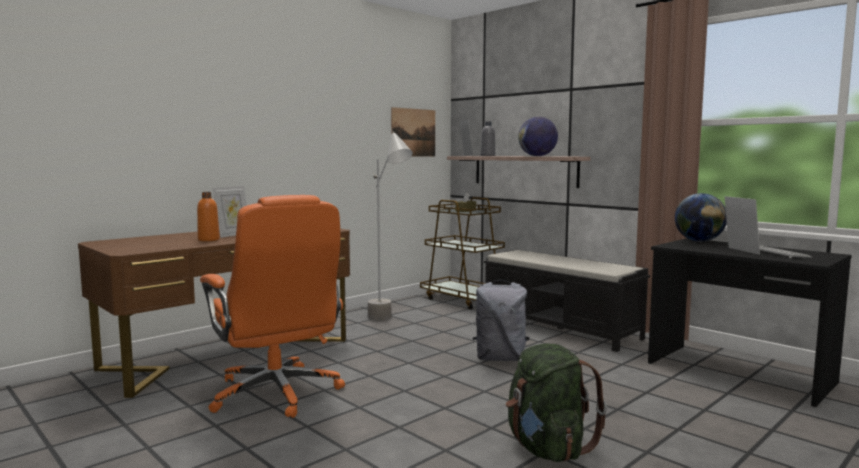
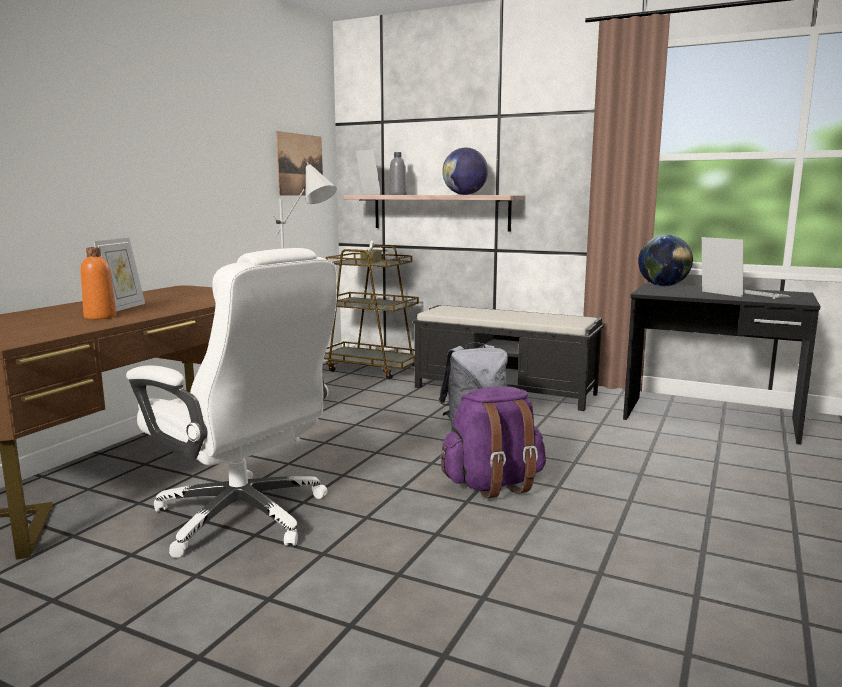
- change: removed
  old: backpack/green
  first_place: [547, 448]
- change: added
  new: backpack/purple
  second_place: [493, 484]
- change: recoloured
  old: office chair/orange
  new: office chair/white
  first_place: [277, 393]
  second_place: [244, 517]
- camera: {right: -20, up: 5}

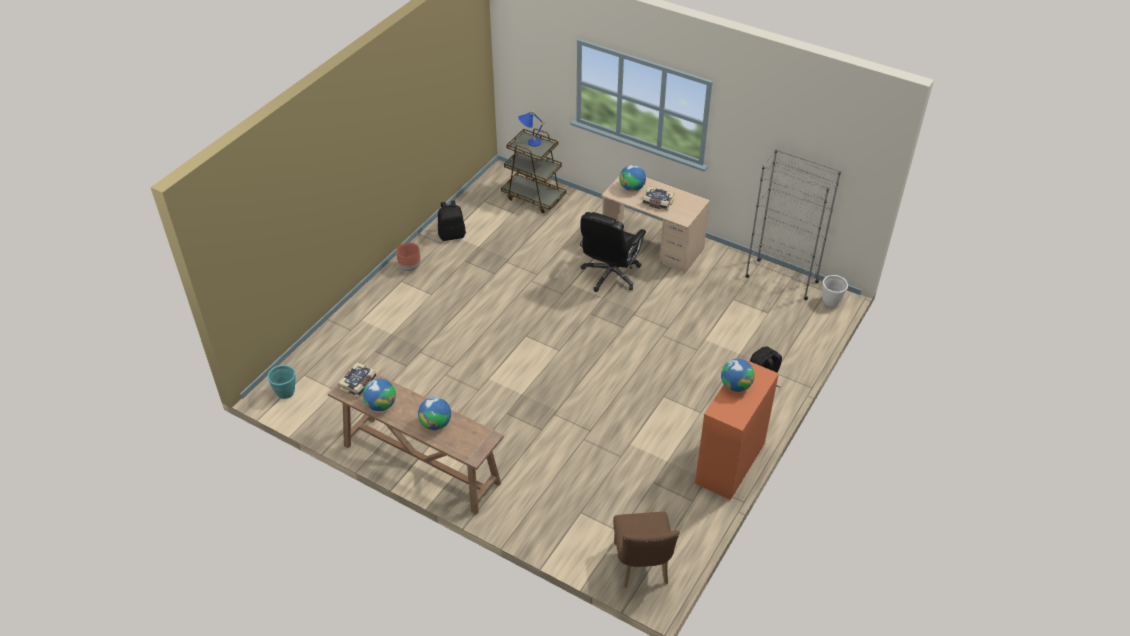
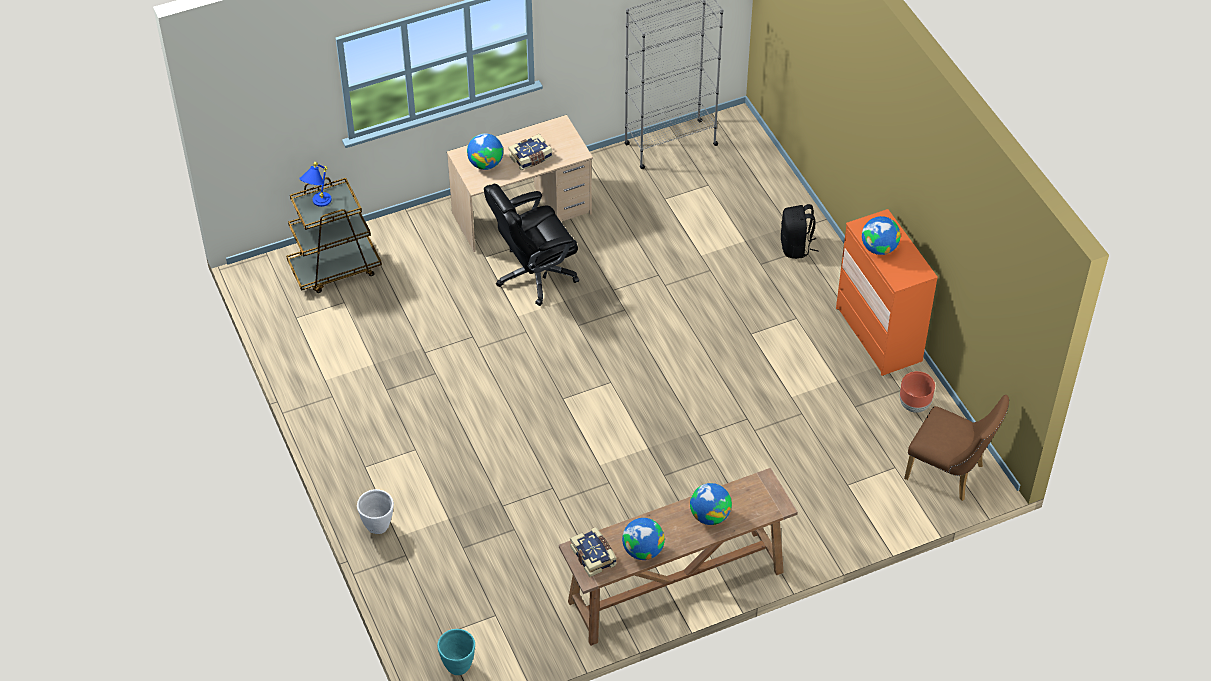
- change: removed
  old: backpack/black
  first_place: [452, 235]
- change: moved
  old: planter/brown
  first_place: [410, 267]
  second_place: [914, 405]
- change: moved
  old: planter/white
  first_place: [831, 302]
  second_place: [378, 526]
- change: turned
  old: office chair/black
  first_place: [610, 275]
  second_place: [534, 275]
  degrees: 90
- camera: {right: -55, up: 5}

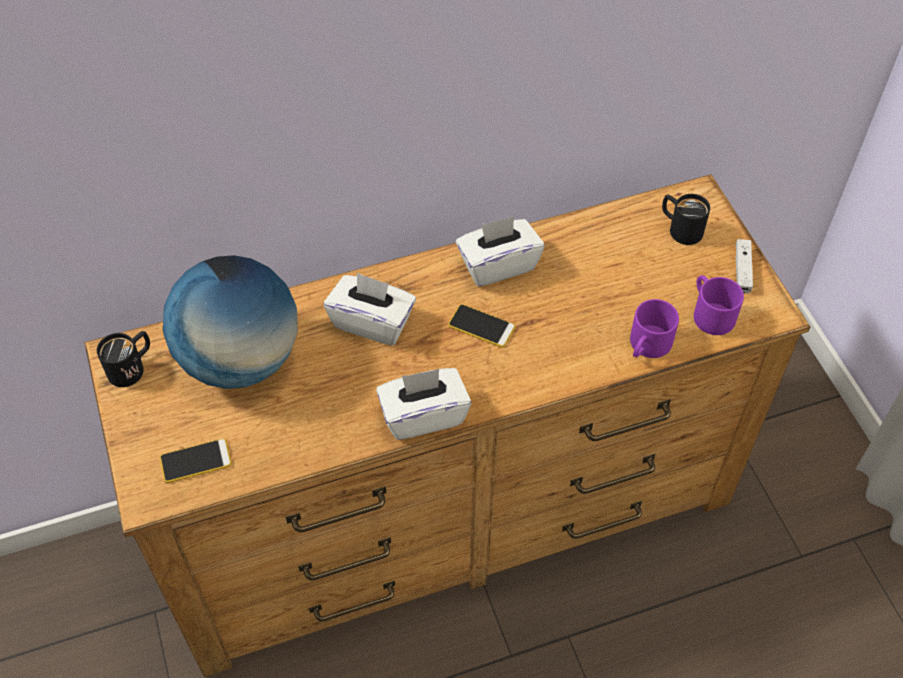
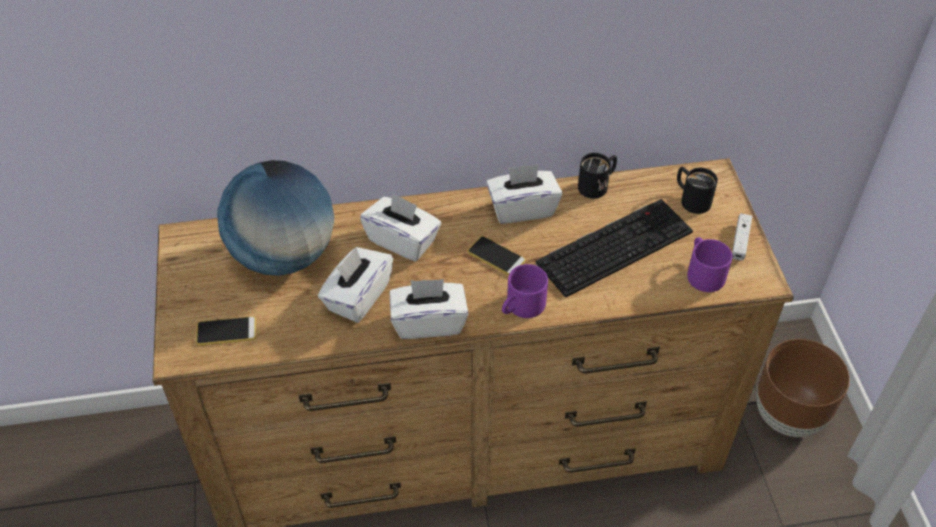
- change: added
  new: tissue box/white
  second_place: [357, 297]
- change: added
  new: keyboard
  second_place: [614, 245]
- change: added
  new: planter/brown
  second_place: [789, 416]
- change: moved
  old: mug/black
  first_place: [132, 367]
  second_place: [597, 185]
- change: moved
  old: mug/purple
  first_place: [648, 346]
  second_place: [522, 307]
- camera: {right: 10, up: -5}

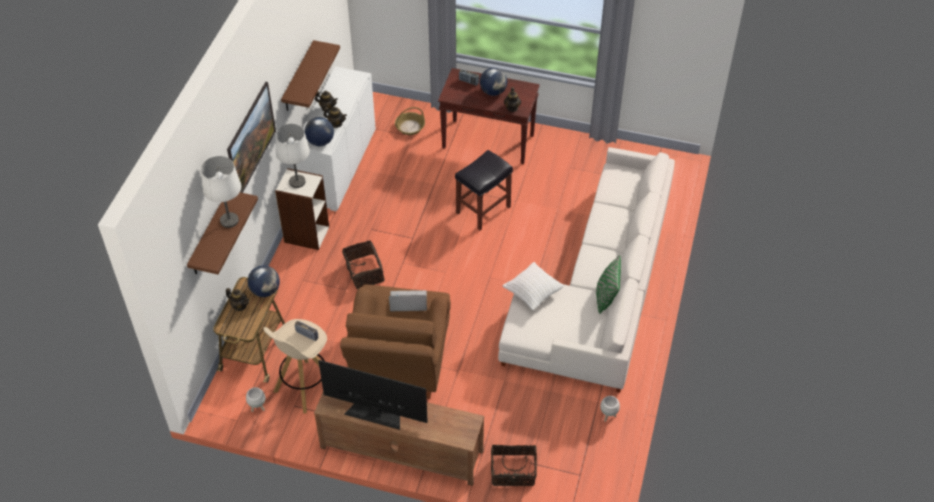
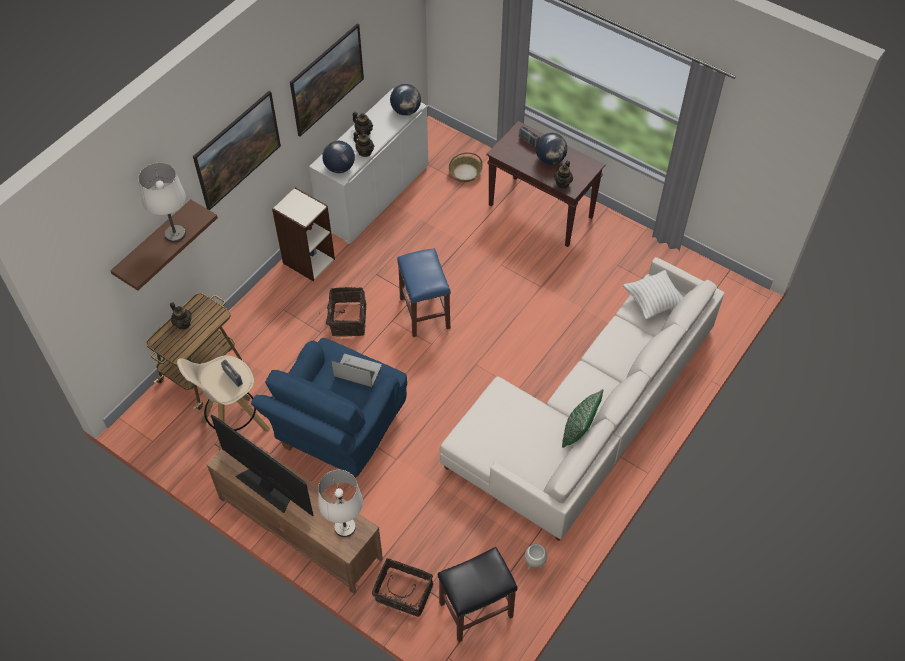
- change: removed
  old: planter/white
  first_place: [258, 408]
- change: added
  new: stool/blue
  second_place: [425, 313]
- change: moved
  old: globe
  first_place: [265, 291]
  second_place: [406, 111]
- change: moved
  old: table lamp/white
  first_place: [297, 182]
  second_place: [344, 527]
- change: moved
  old: stool/black
  first_place: [483, 210]
  second_place: [475, 610]
- change: moved
  old: pillow/white
  first_place: [532, 293]
  second_place: [653, 302]
- change: replaced
  old: shelf/brown
  new: picture
  first_place: [298, 77]
  second_place: [329, 93]
- change: recoloured
  old: armchair/brown
  new: armchair/blue
  first_place: [399, 364]
  second_place: [339, 433]
- camera: {right: 20, up: 5}

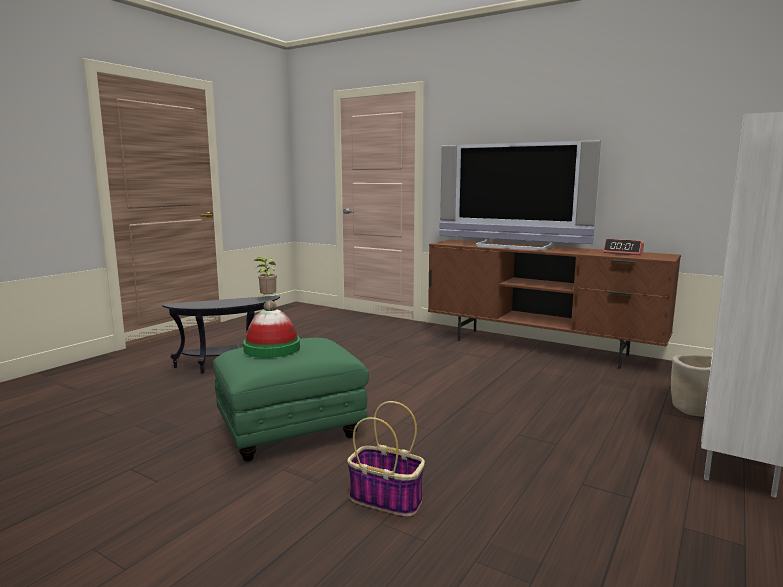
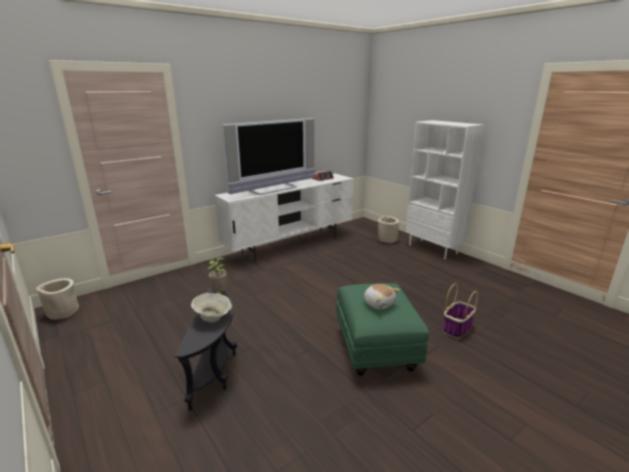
- change: added
  new: planter/beige
  second_place: [63, 313]
- change: added
  new: bowl/beige
  second_place: [213, 318]
- change: replaced
  old: hat
  new: plush toy
  first_place: [272, 348]
  second_place: [379, 303]
- change: recoloured
  old: tv stand/brown
  new: tv stand/white
  first_place: [540, 348]
  second_place: [291, 244]
- camera: {right: -70, up: 10}

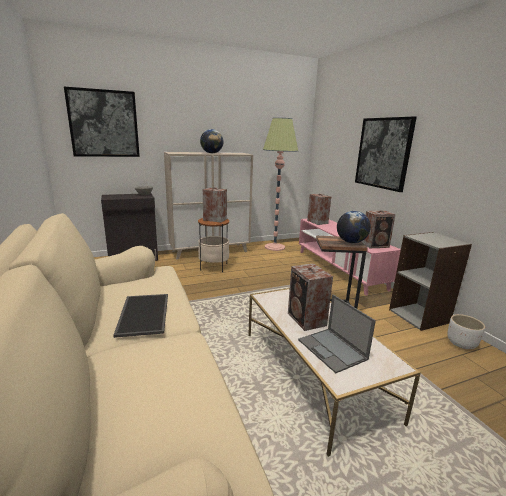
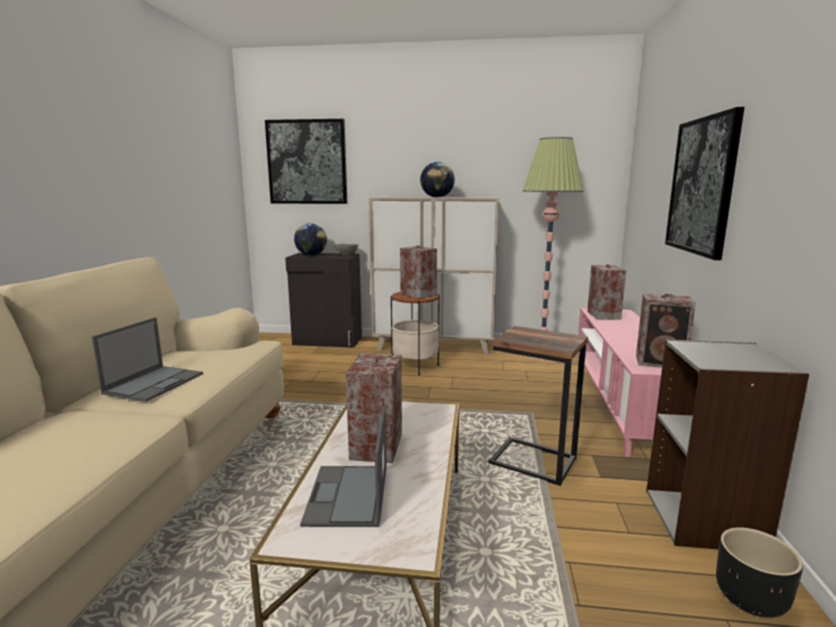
- change: moved
  old: globe
  first_place: [351, 242]
  second_place: [311, 255]
- change: replaced
  old: tray
  new: laptop
  first_place: [142, 314]
  second_place: [155, 383]
- change: recoloured
  old: planter/white
  new: planter/black
  first_place: [461, 344]
  second_place: [750, 600]
- camera: {right: 30, up: -5}

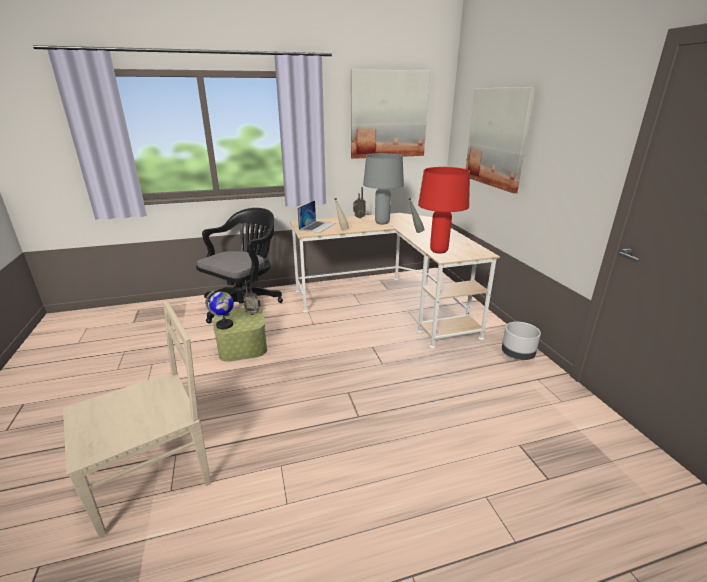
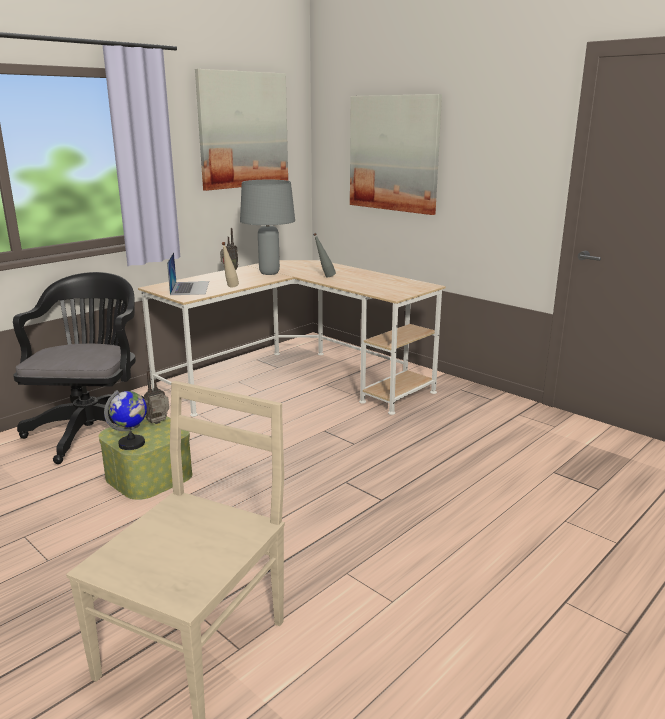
- change: removed
  old: table lamp/red
  first_place: [438, 251]
- change: removed
  old: planter/grey
  first_place: [517, 354]
- camera: {right: -30, up: -5}

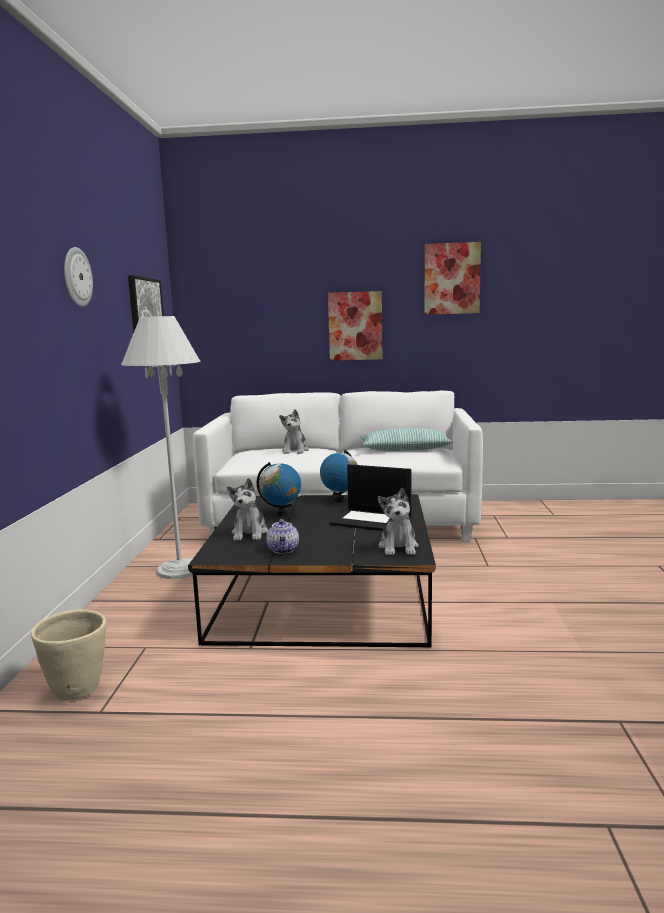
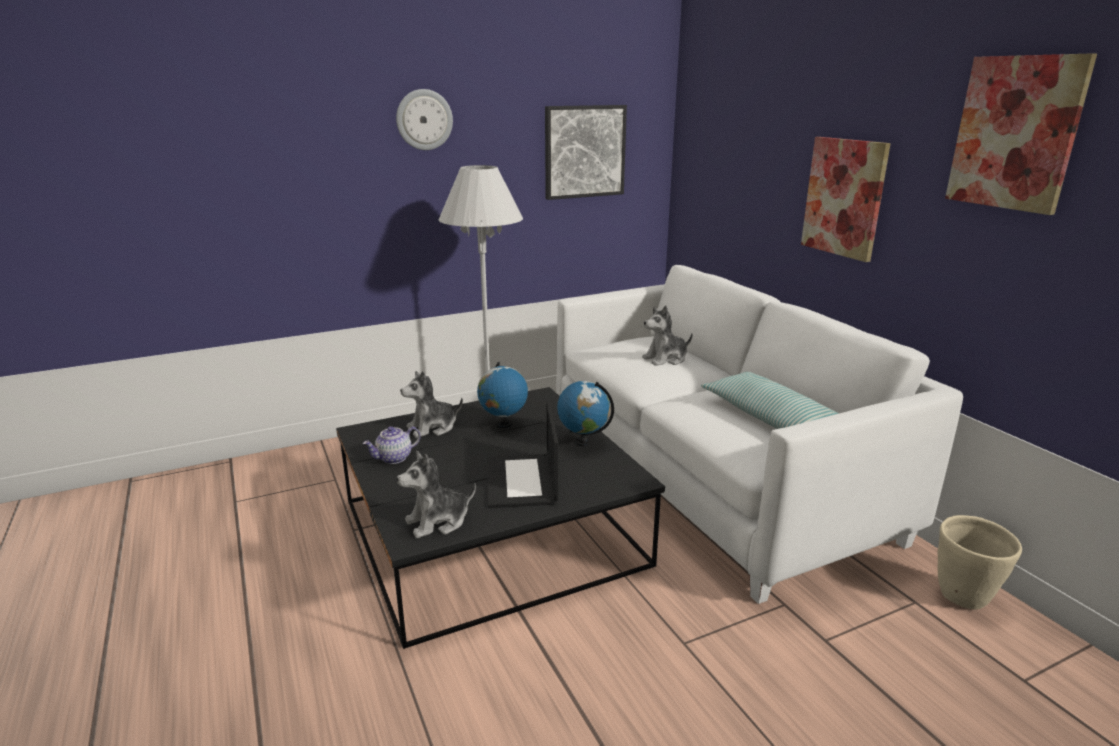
- change: moved
  old: planter/beige
  first_place: [78, 690]
  second_place: [964, 597]
- camera: {right: 60, up: 10}

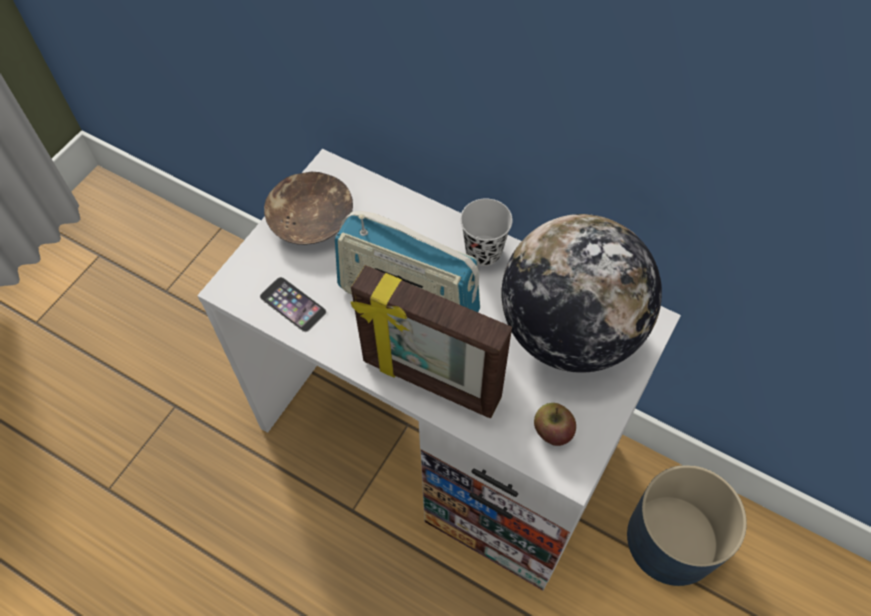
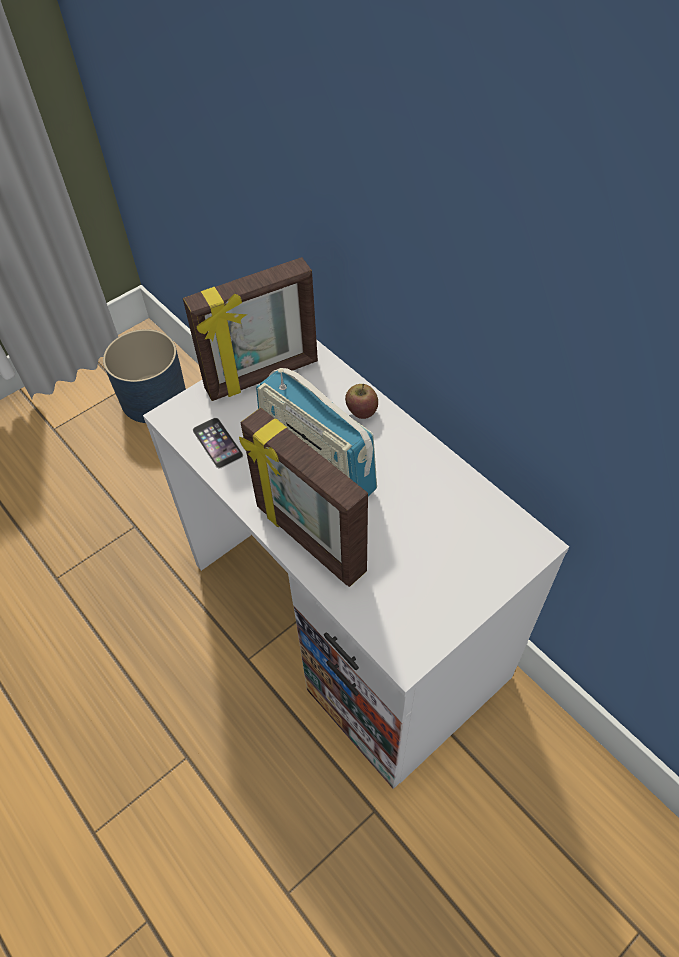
- change: removed
  old: cup/black
  first_place: [483, 252]
- change: removed
  old: globe
  first_place: [569, 331]
- change: moved
  old: apple
  first_place: [552, 431]
  second_place: [361, 411]
- change: moved
  old: planter/blue
  first_place: [672, 540]
  second_place: [154, 399]
- change: replaced
  old: bowl/brown
  new: picture frame
  first_place: [311, 218]
  second_place: [262, 377]
- camera: {right: 20, up: -5}

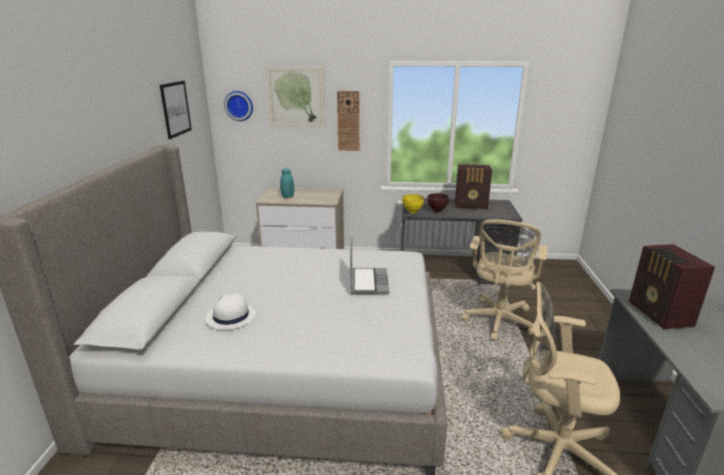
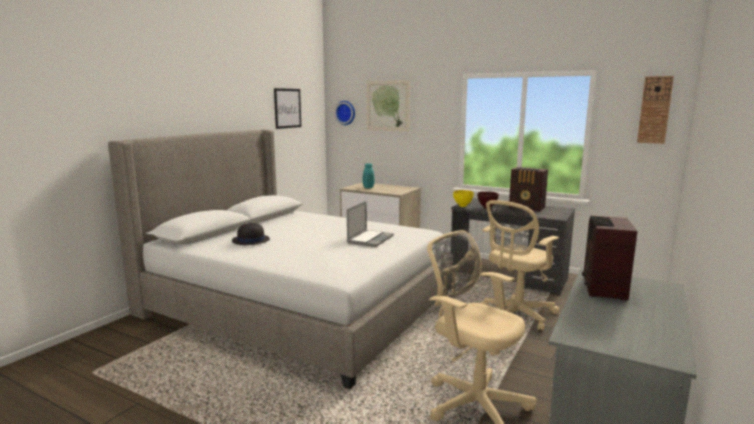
- change: moved
  old: wall clock
  first_place: [348, 121]
  second_place: [654, 110]
- change: recoloured
  old: hat/white
  new: hat/black
  first_place: [230, 317]
  second_place: [250, 240]
- camera: {right: 25, up: -10}

